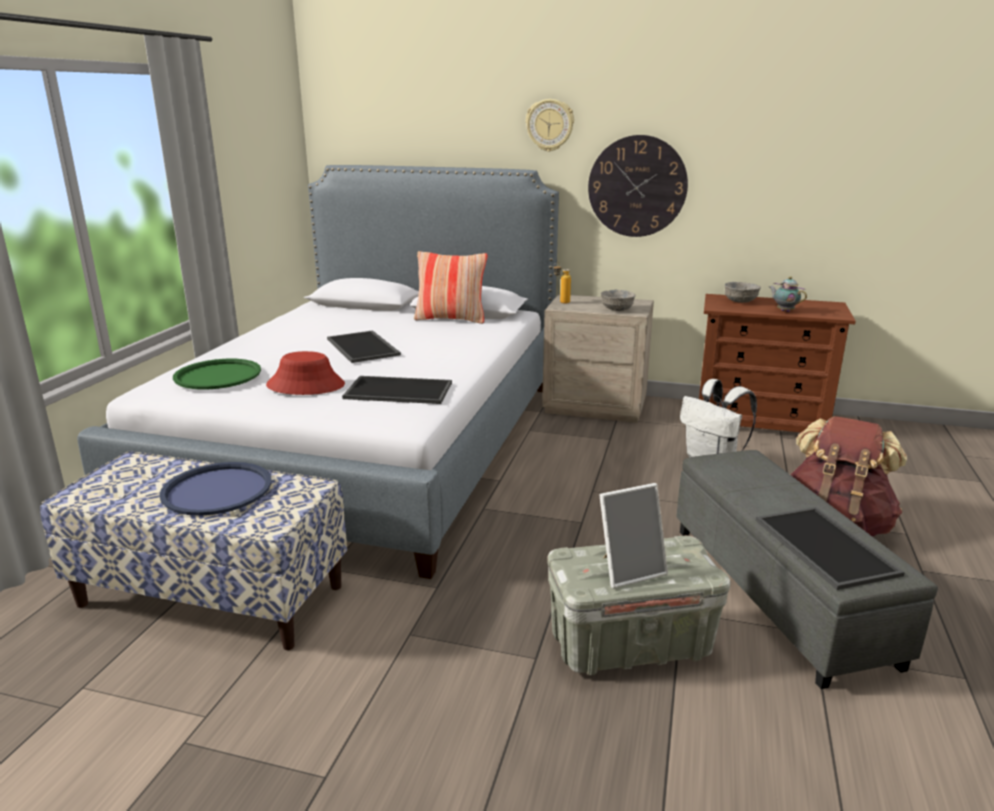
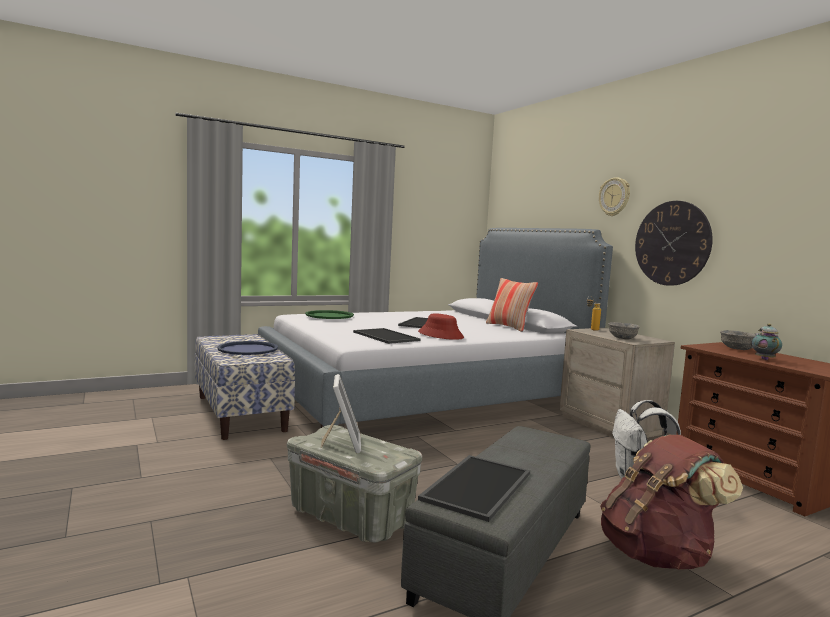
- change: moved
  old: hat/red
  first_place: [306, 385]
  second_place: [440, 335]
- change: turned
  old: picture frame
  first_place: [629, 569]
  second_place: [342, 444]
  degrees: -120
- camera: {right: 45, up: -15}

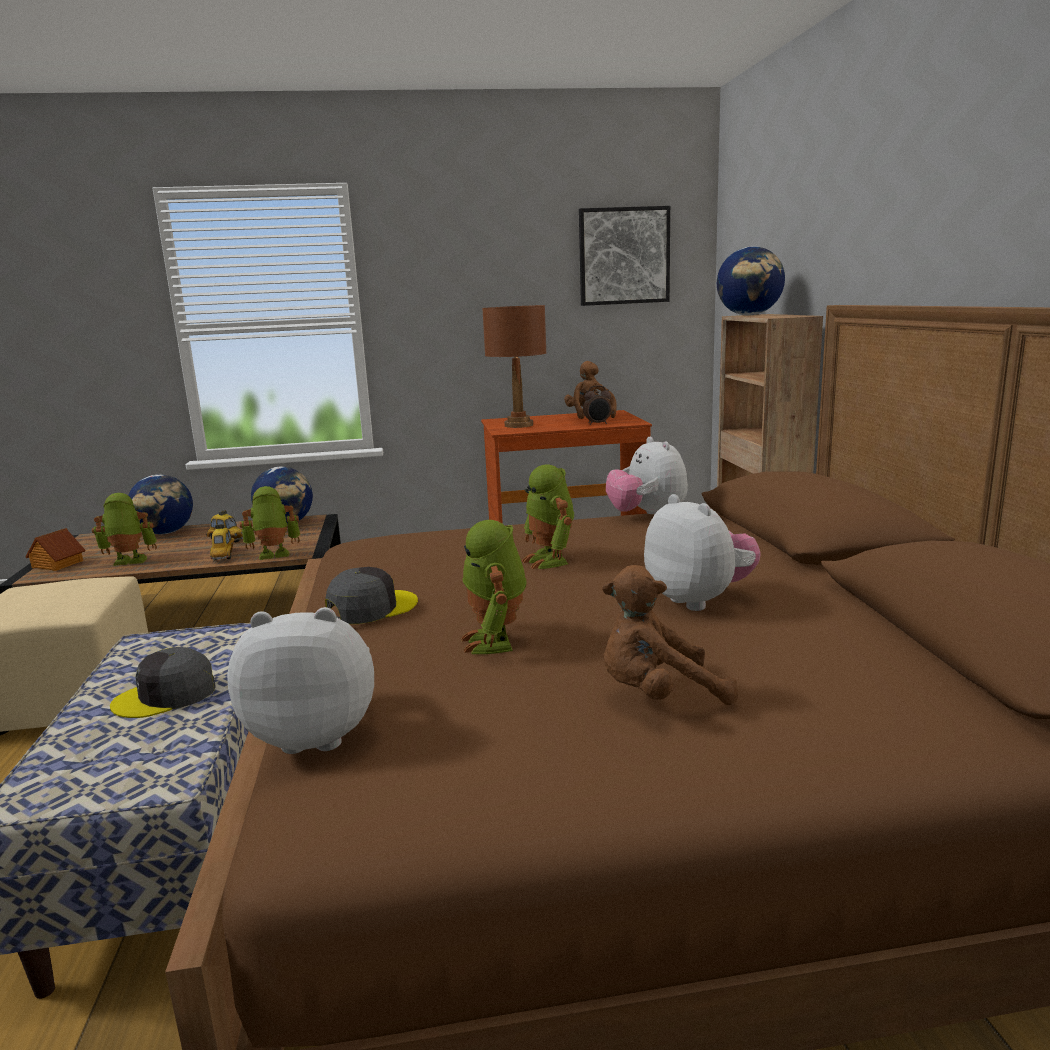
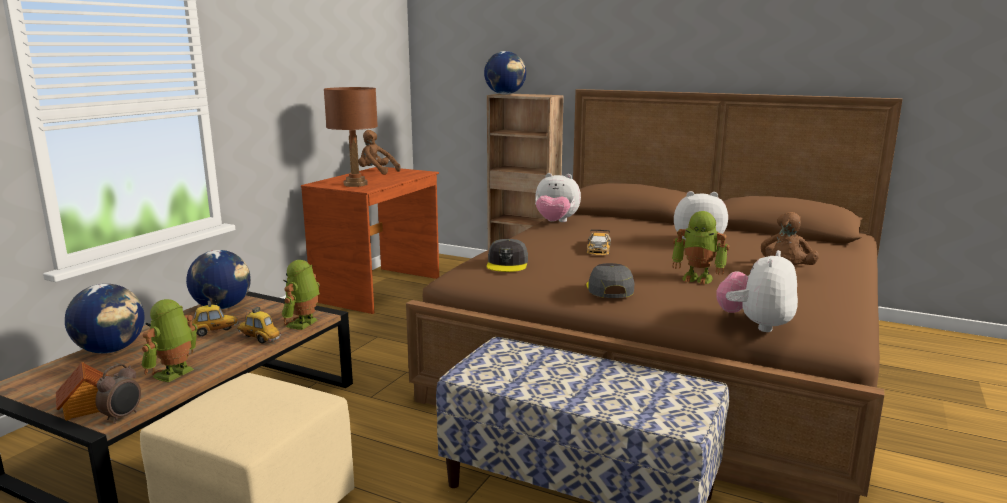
- change: removed
  old: picture
  first_place: [624, 256]
- change: moved
  old: cap/grey
  first_place: [166, 695]
  second_place: [507, 264]
- change: moved
  old: alarm clock
  first_place: [597, 424]
  second_place: [123, 417]
- change: replaced
  old: toy robot
  new: toy car
  first_place: [550, 560]
  second_place: [598, 249]
- camera: {right: -55, up: 0}

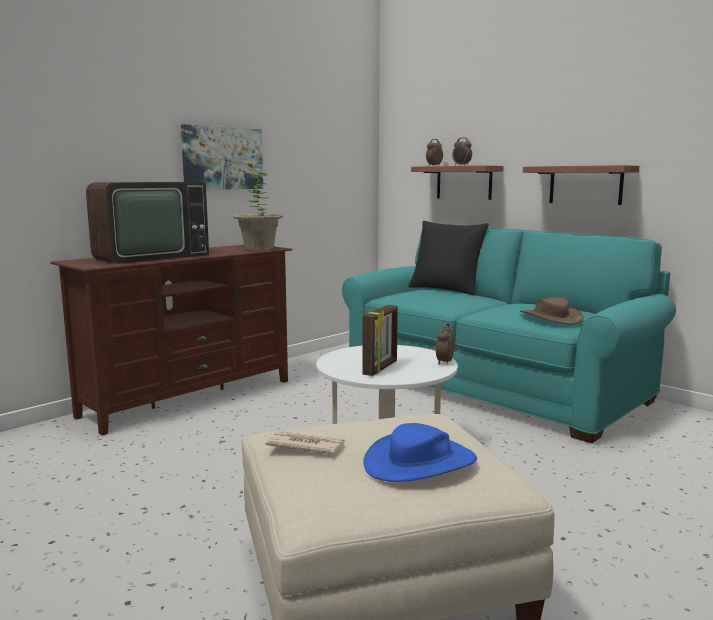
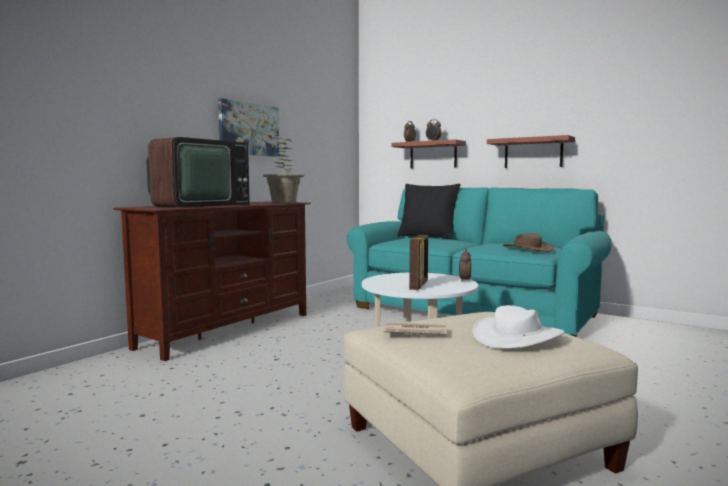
- change: recoloured
  old: hat/blue
  new: hat/white
  first_place: [420, 462]
  second_place: [518, 337]
- camera: {right: -10, up: -5}

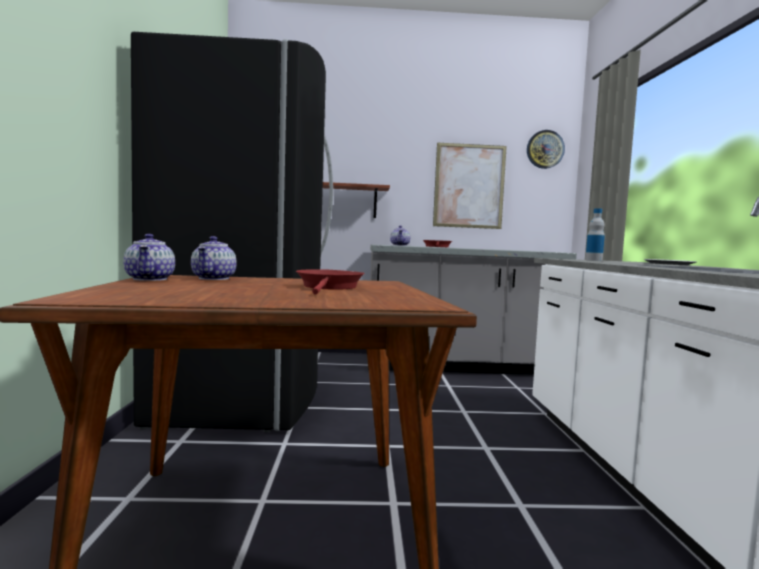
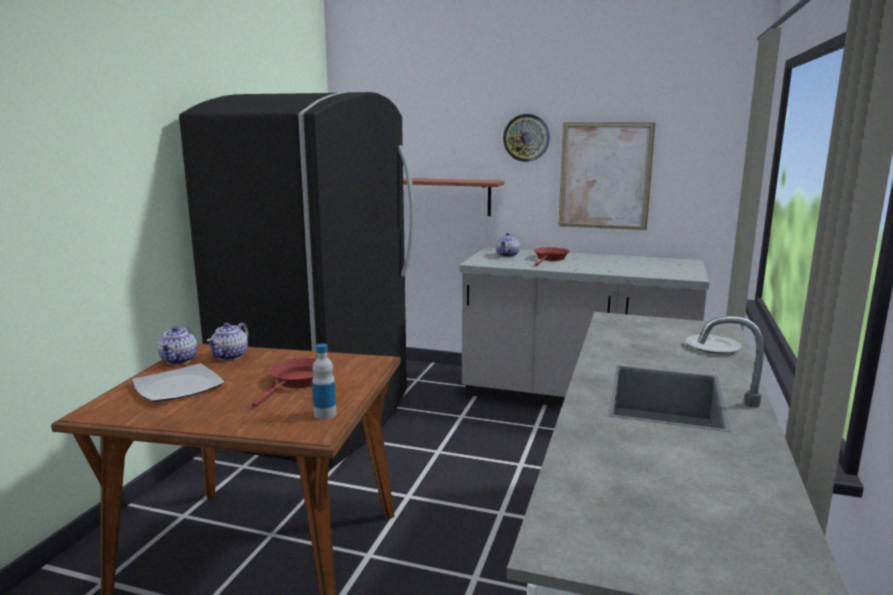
- change: added
  new: plate
  second_place: [179, 386]
- change: moved
  old: wall clock
  first_place: [545, 149]
  second_place: [526, 138]
- change: moved
  old: bottle
  first_place: [593, 260]
  second_place: [325, 414]
- camera: {right: 20, up: 10}

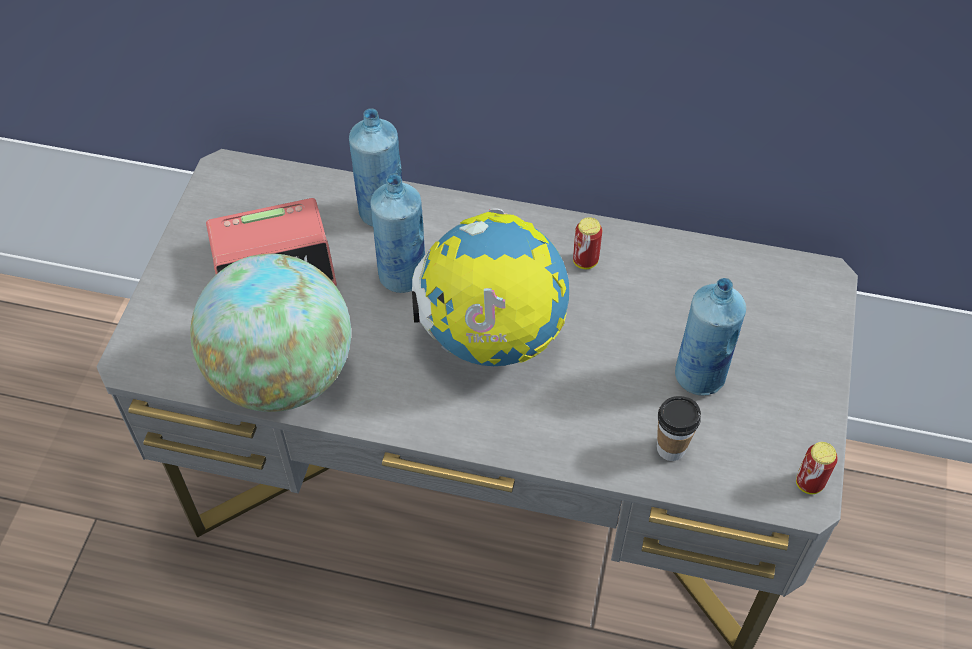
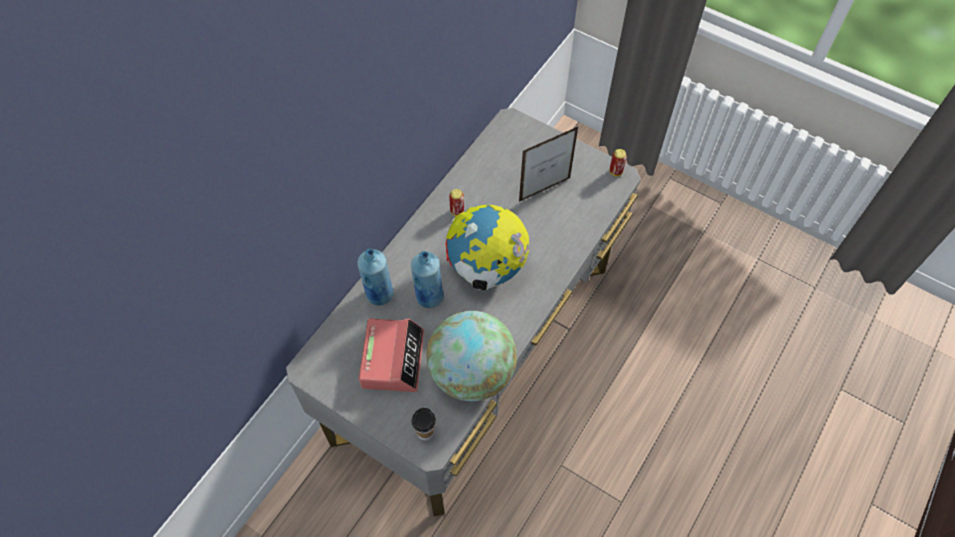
- change: moved
  old: cup
  first_place: [671, 448]
  second_place: [425, 432]
- change: replaced
  old: bottle/blue
  new: picture frame
  first_place: [700, 375]
  second_place: [544, 189]
- camera: {right: -70, up: 5}

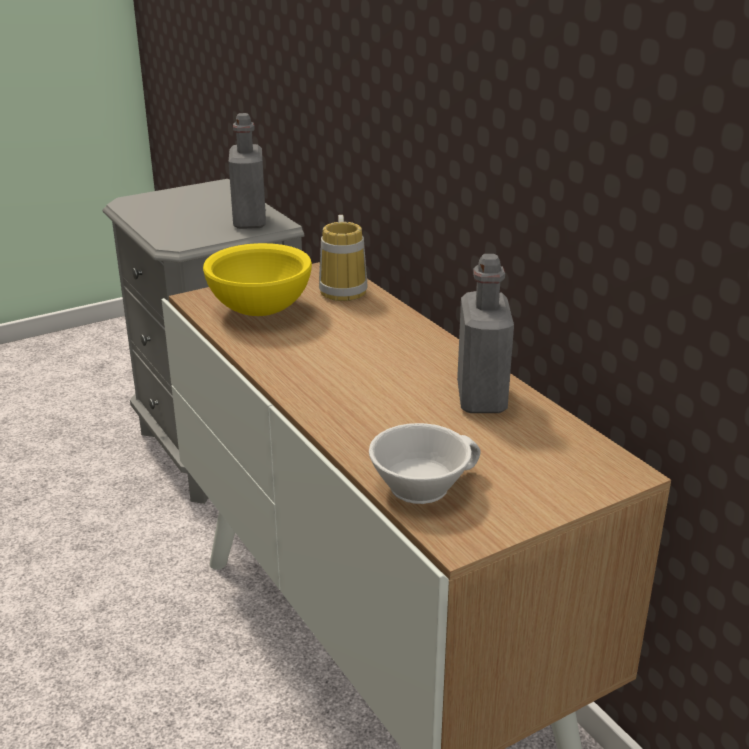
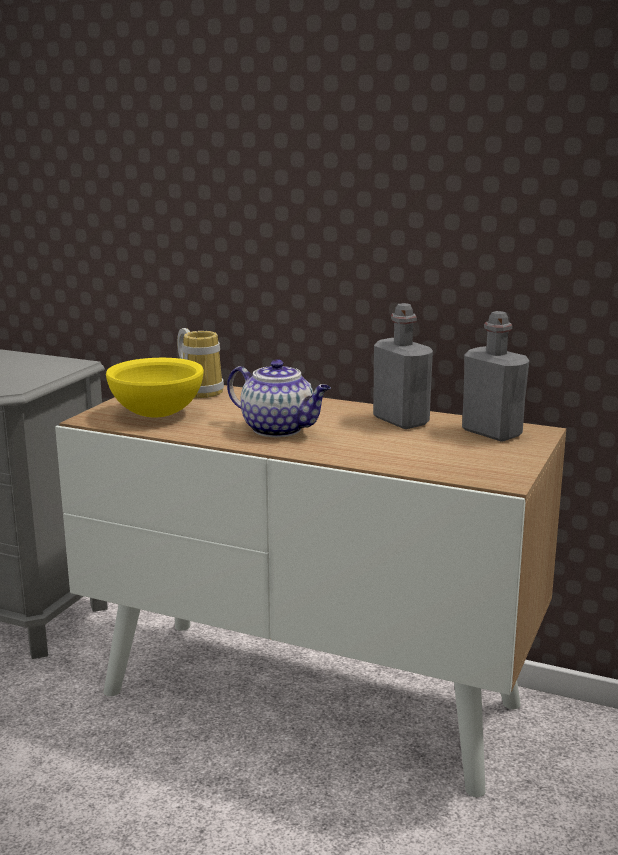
- change: removed
  old: cup/white
  first_place: [420, 483]
- change: added
  new: teapot
  second_place: [279, 429]
- change: moved
  old: bottle/grey
  first_place: [249, 221]
  second_place: [491, 432]
- camera: {right: -35, up: -10}

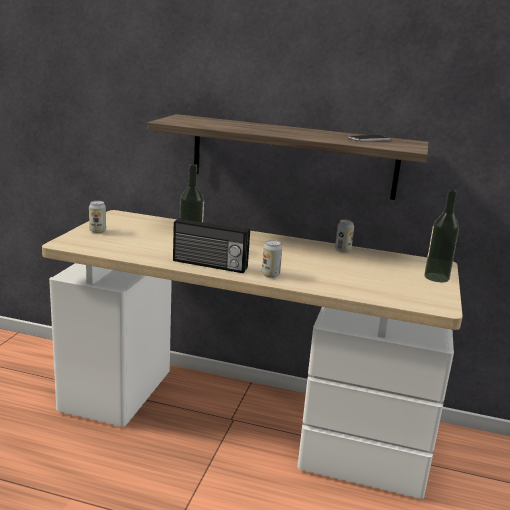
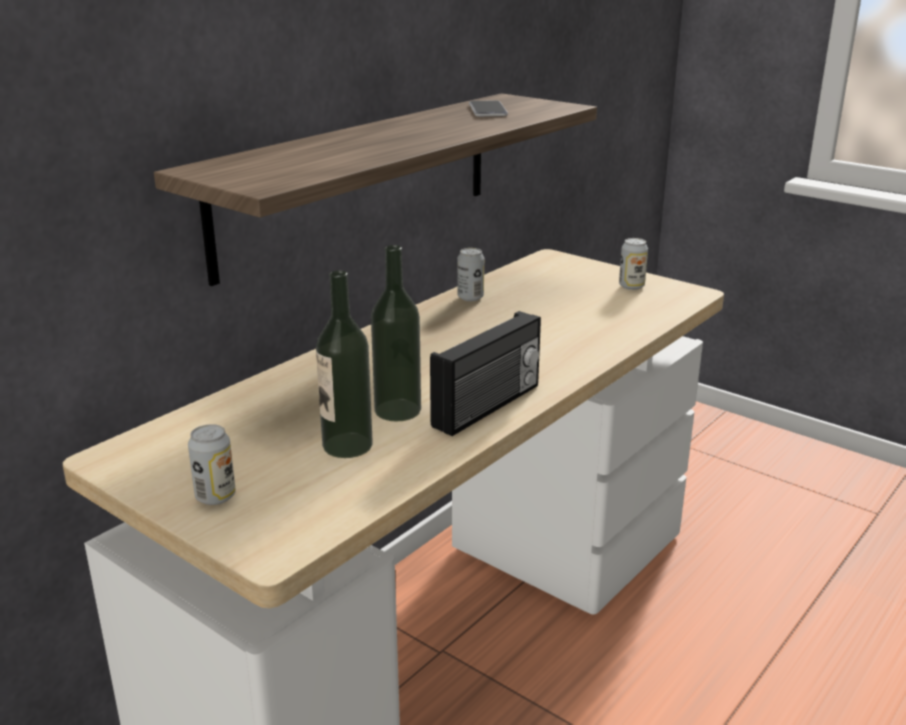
- change: moved
  old: can
  first_place: [270, 275]
  second_place: [631, 286]
- change: moved
  old: bottle
  first_place: [436, 277]
  second_place: [347, 445]
- camera: {right: -65, up: 5}

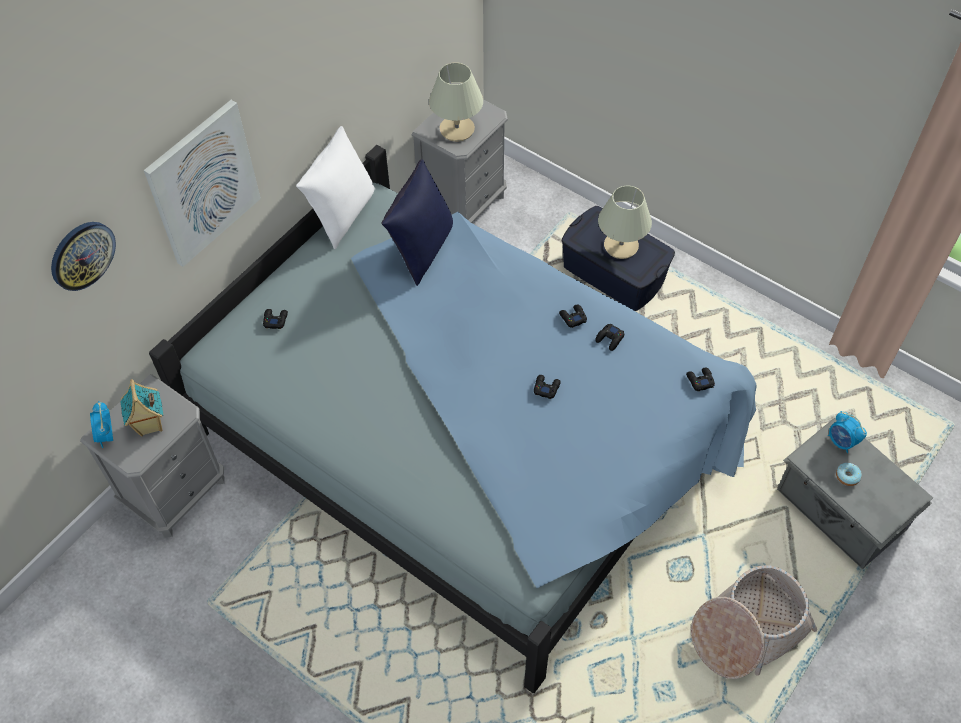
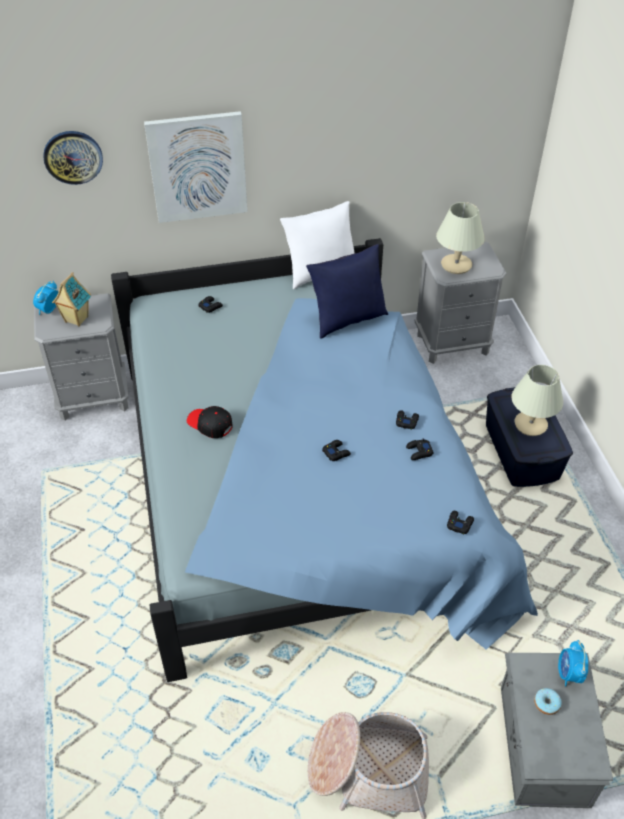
- change: added
  new: cap/black
  second_place: [210, 424]
- camera: {right: 40, up: -10}

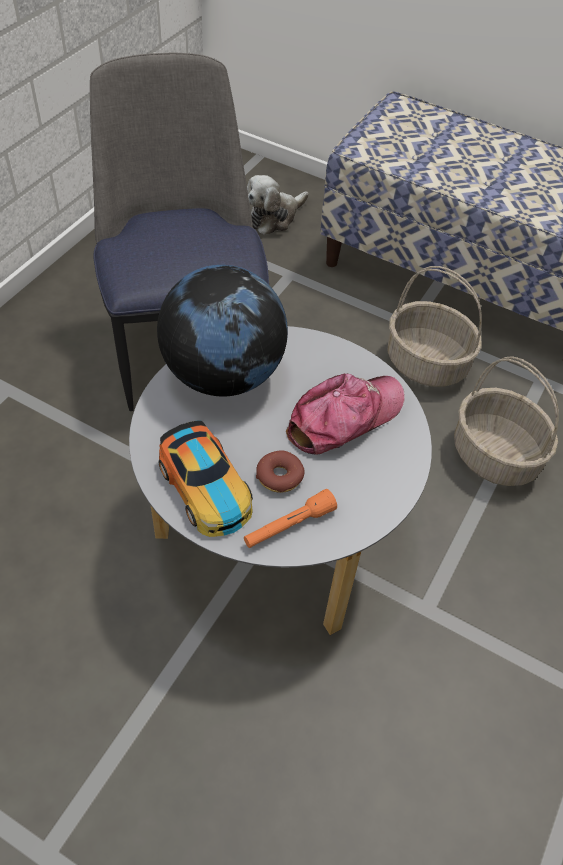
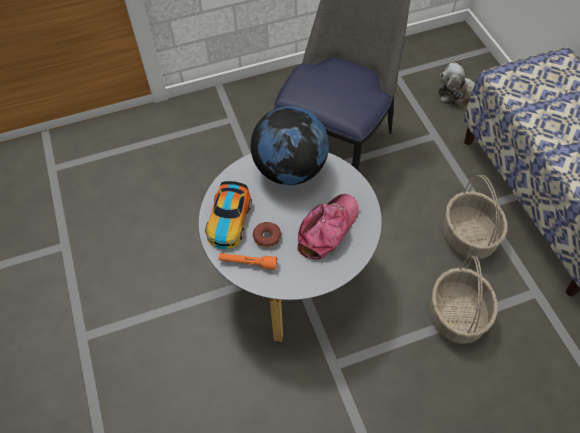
- change: turned
  old: cap
  first_place: [344, 418]
  second_place: [327, 229]
  degrees: -60
- camera: {right: 45, up: 5}

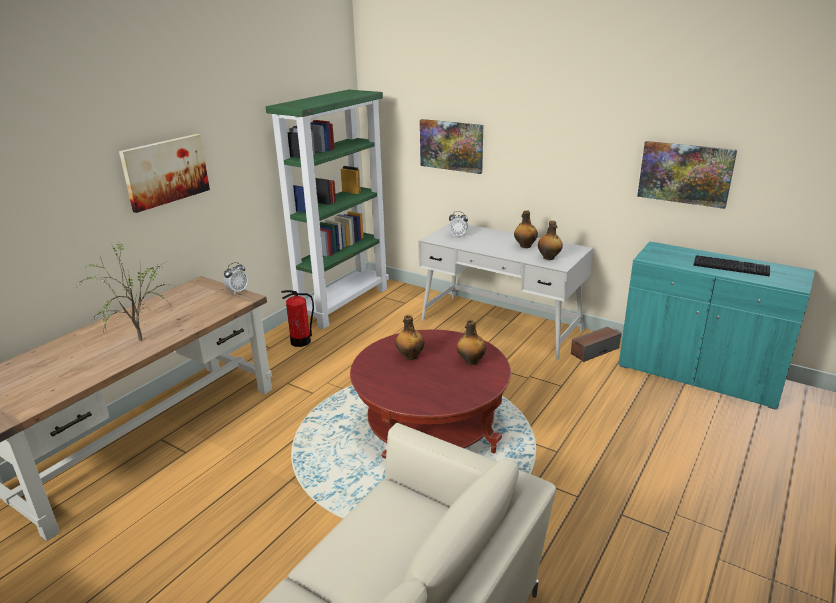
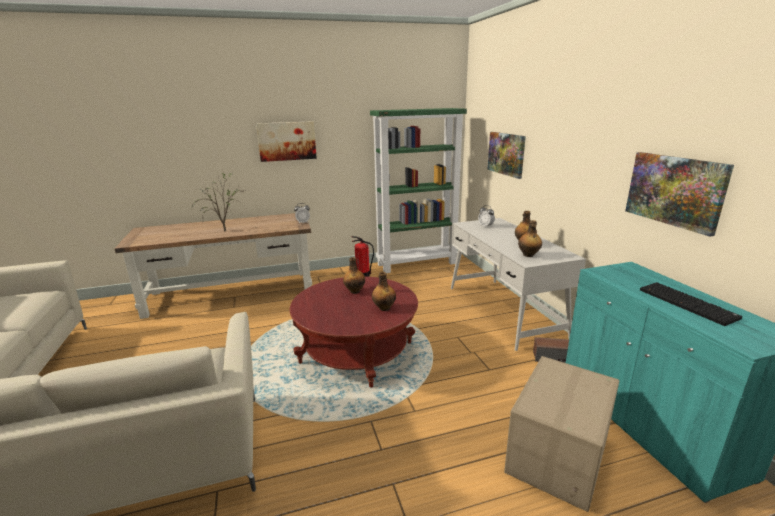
- change: added
  new: cardboard box
  second_place: [558, 455]
- camera: {right: 40, up: -5}

